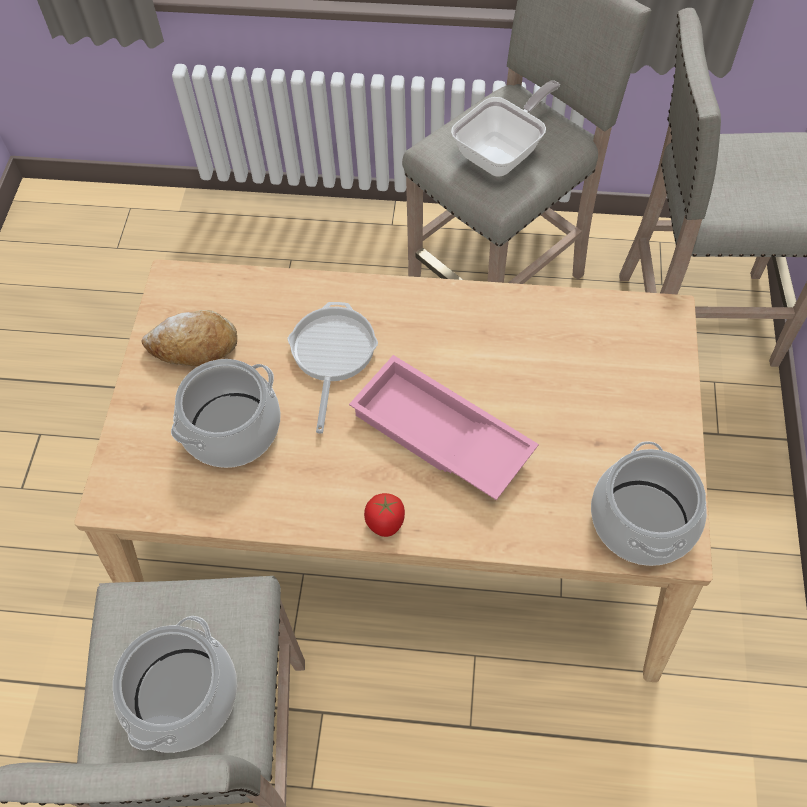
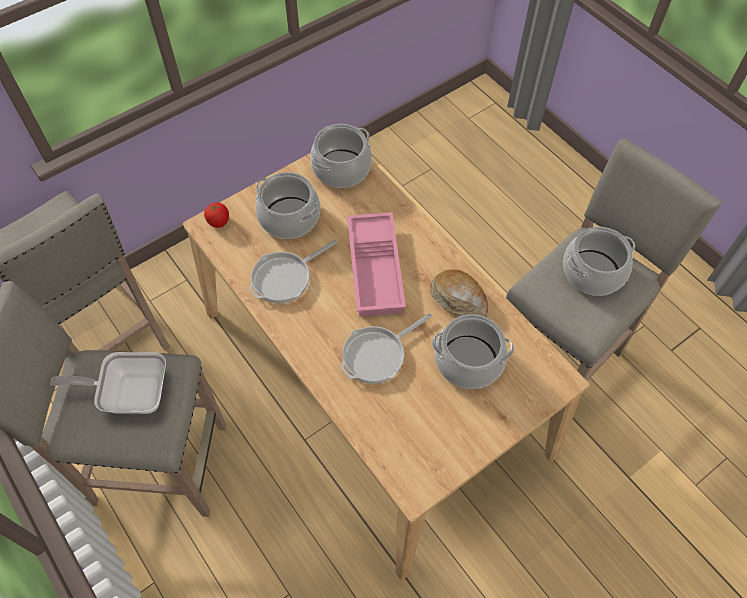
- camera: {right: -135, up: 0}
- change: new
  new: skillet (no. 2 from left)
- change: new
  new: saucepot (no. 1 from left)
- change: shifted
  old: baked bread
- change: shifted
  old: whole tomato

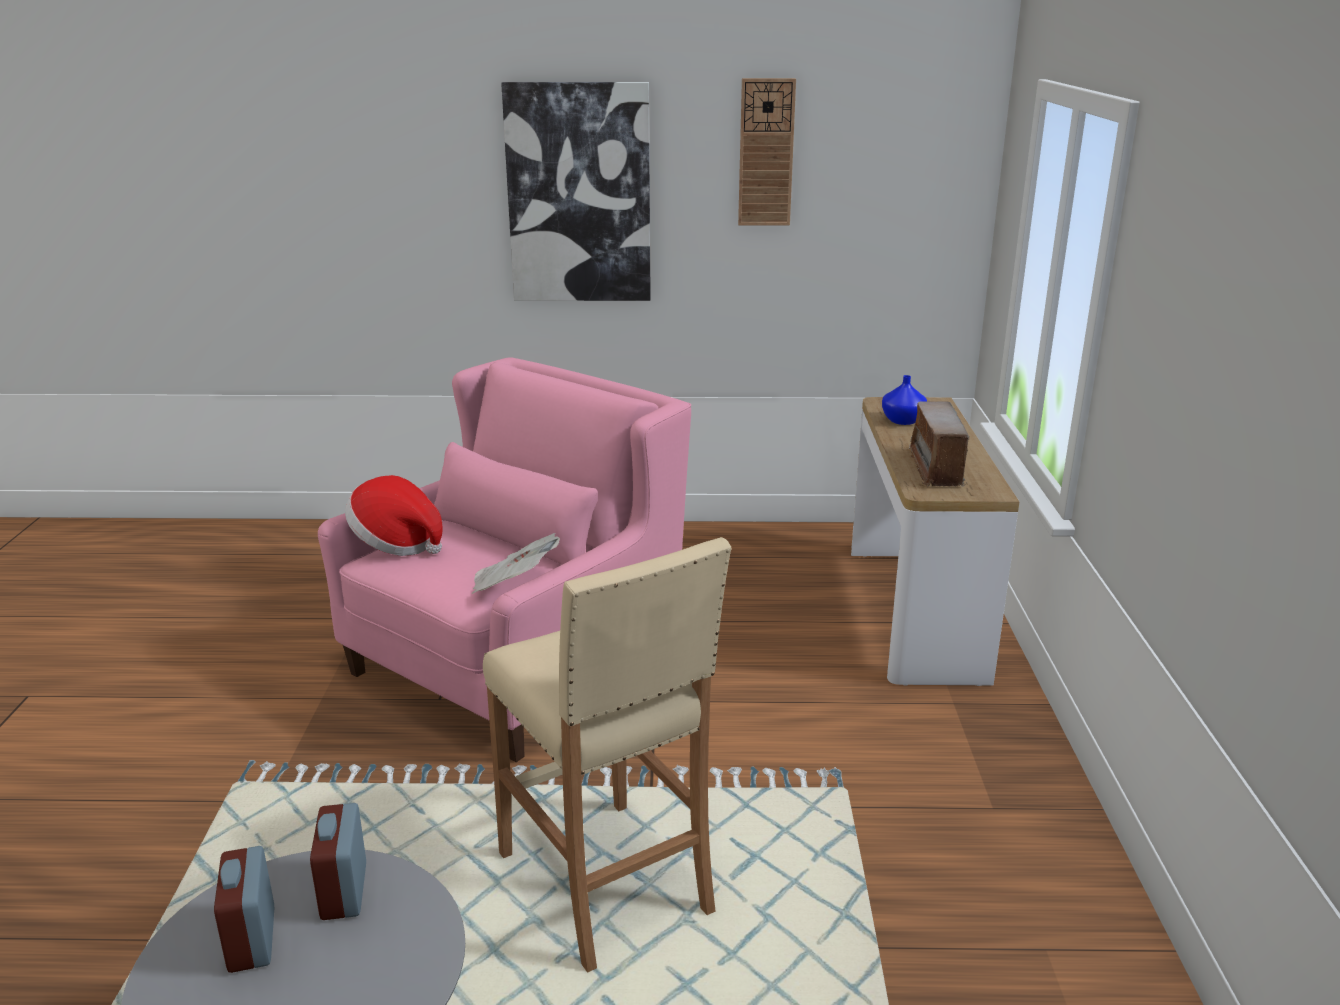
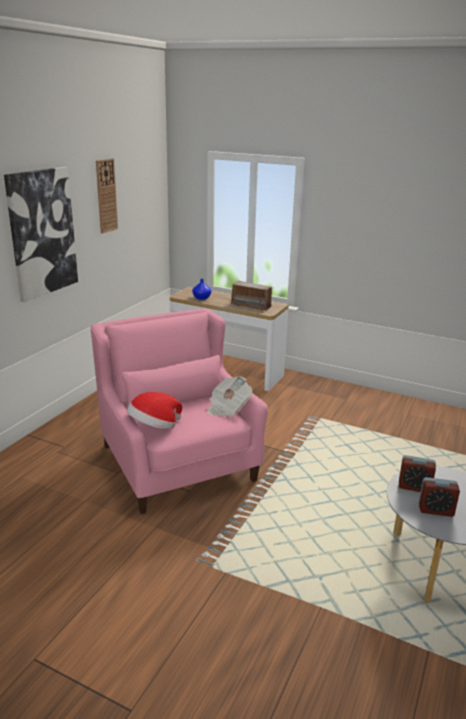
- camera: {right: -65, up: 0}
- change: gone
  old: beige stool

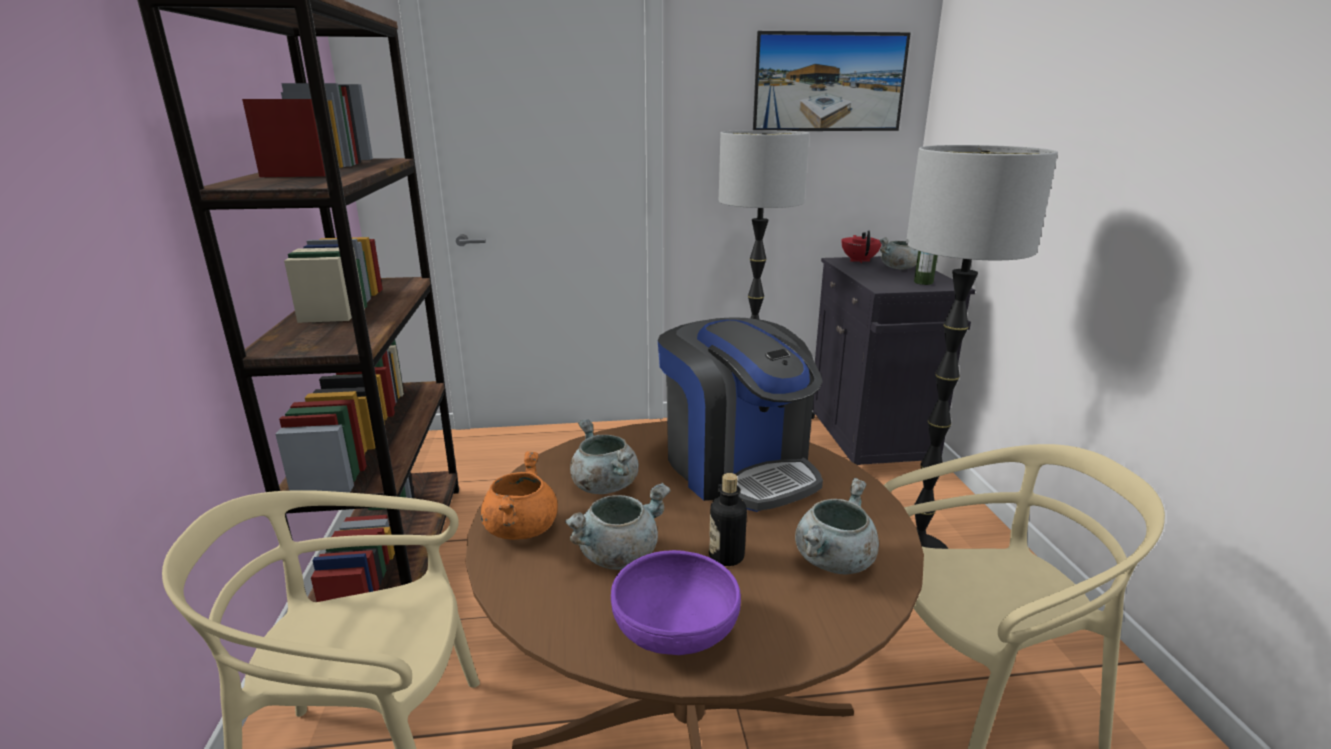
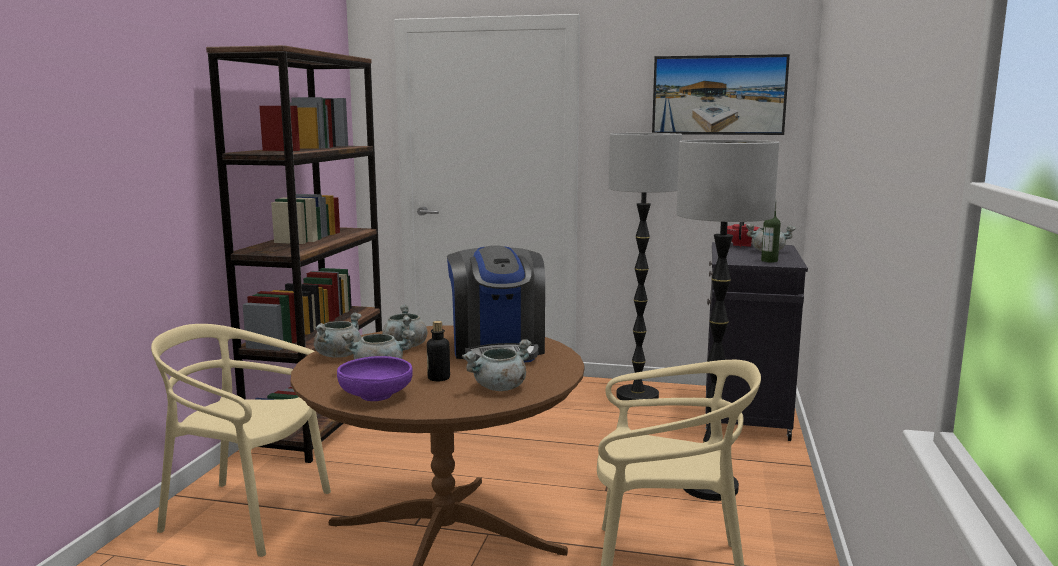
- camera: {right: 20, up: -10}
- change: repainted
  old: orangey saucepot
  new: grey saucepot (no. 1 from left)

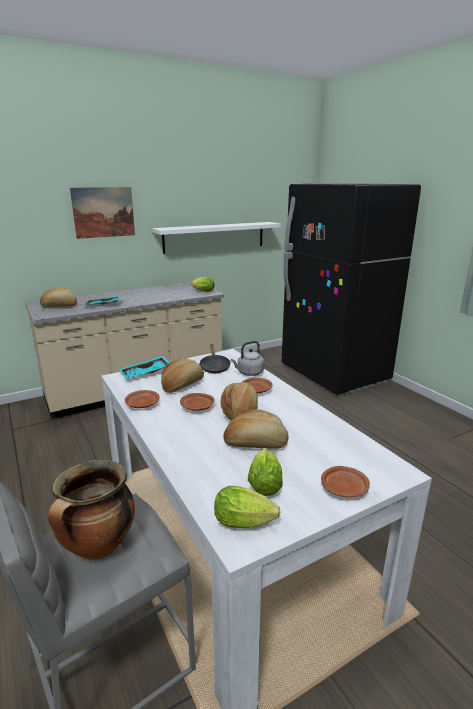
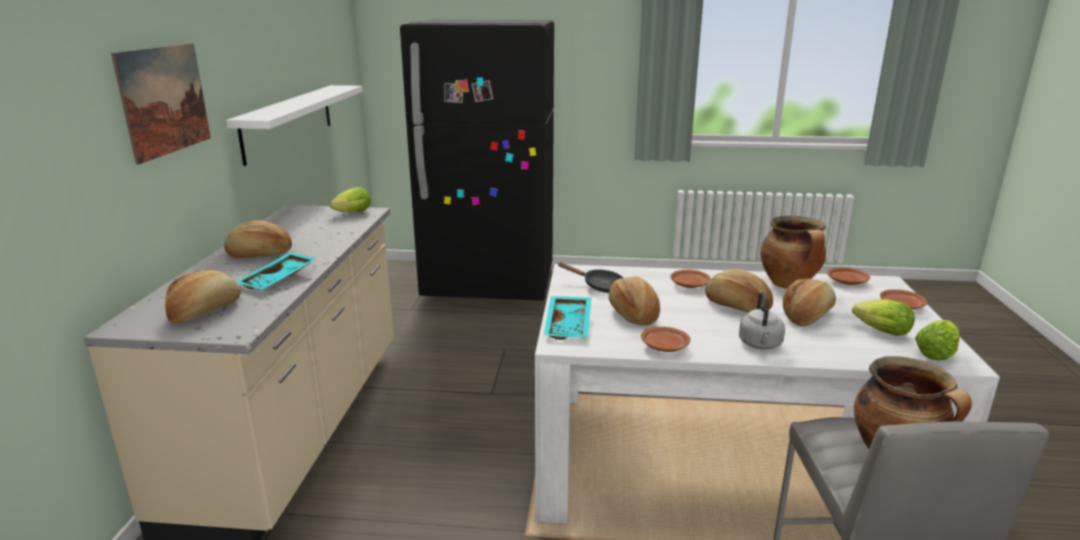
- camera: {right: -55, up: 0}
- change: new
  new: baked bread (no. 2 from left)
- change: new
  new: saucepot (no. 1 from left)
- change: shifted
  old: brownish dinner plate (no. 2 from left in the first image)
  new: brownish dinner plate (no. 3 from left)
- change: shifted
  old: grey water kettle

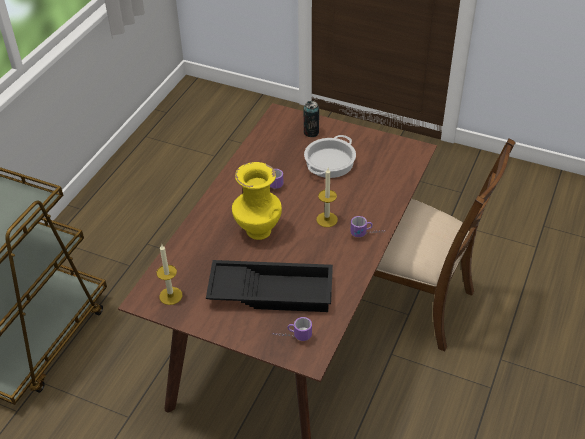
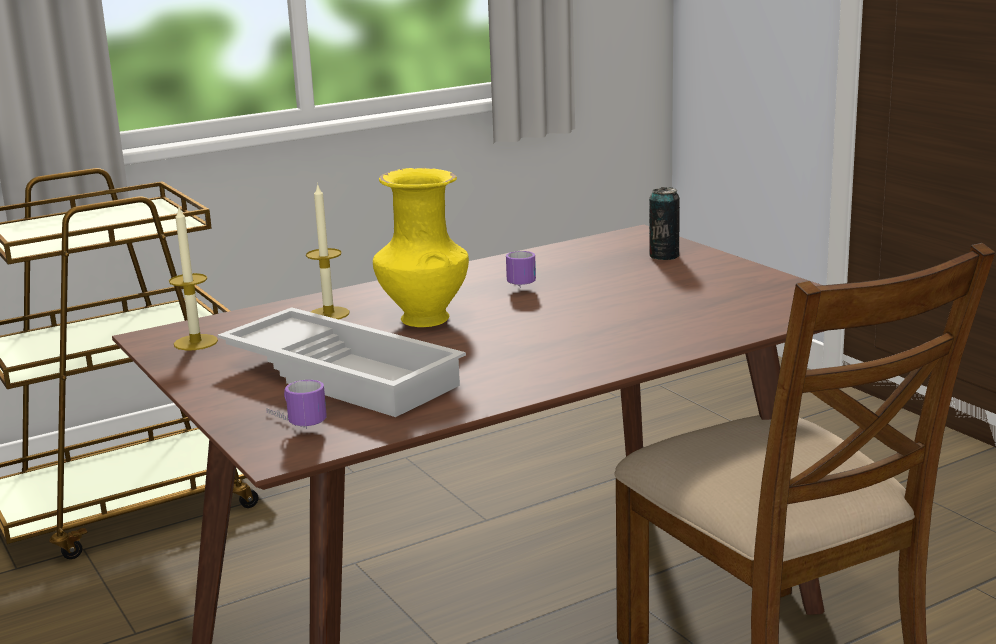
- camera: {right: 35, up: -25}
- change: gone
  old: saucepot
- change: gone
  old: mug (no. 3 from left)
- change: shifted
  old: wax light (no. 2 from left)
- change: repainted
  old: black carrying tray
  new: white carrying tray

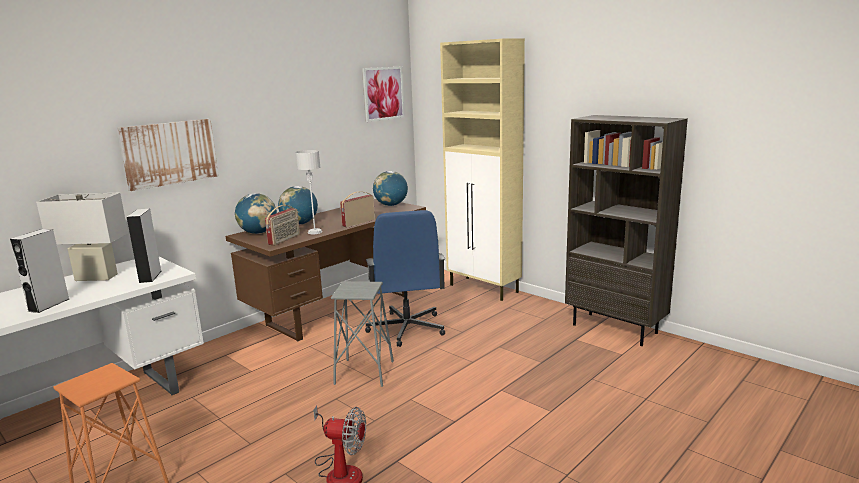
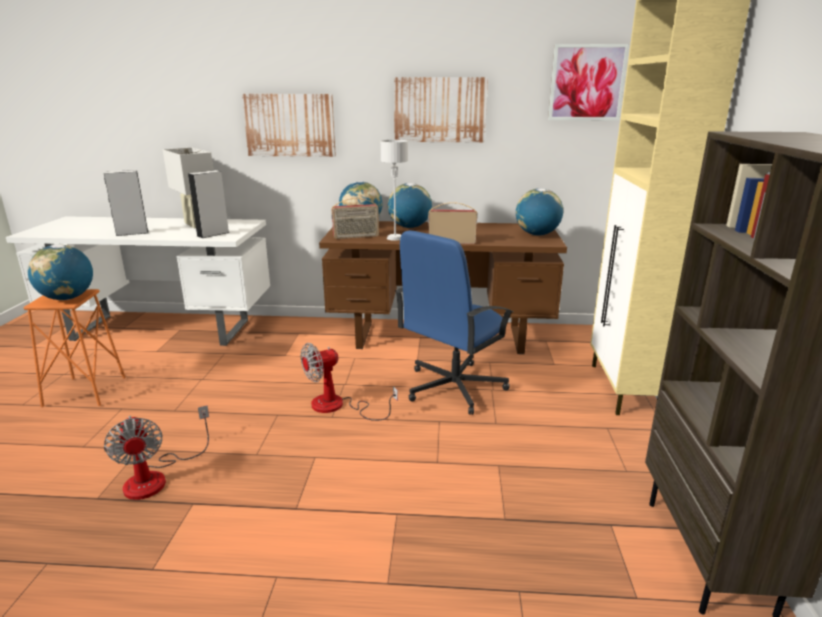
- camera: {right: 50, up: 5}
- change: new
  new: globe (no. 1 from left)
- change: new
  new: wall art (no. 2 from left)
- change: swapped
  old: grey stool
  new: cooling fan (no. 2 from left)

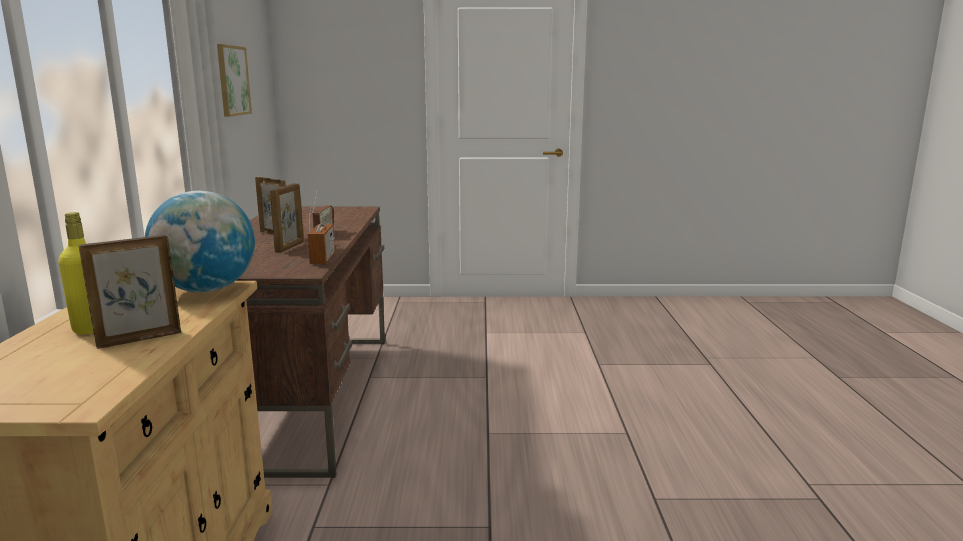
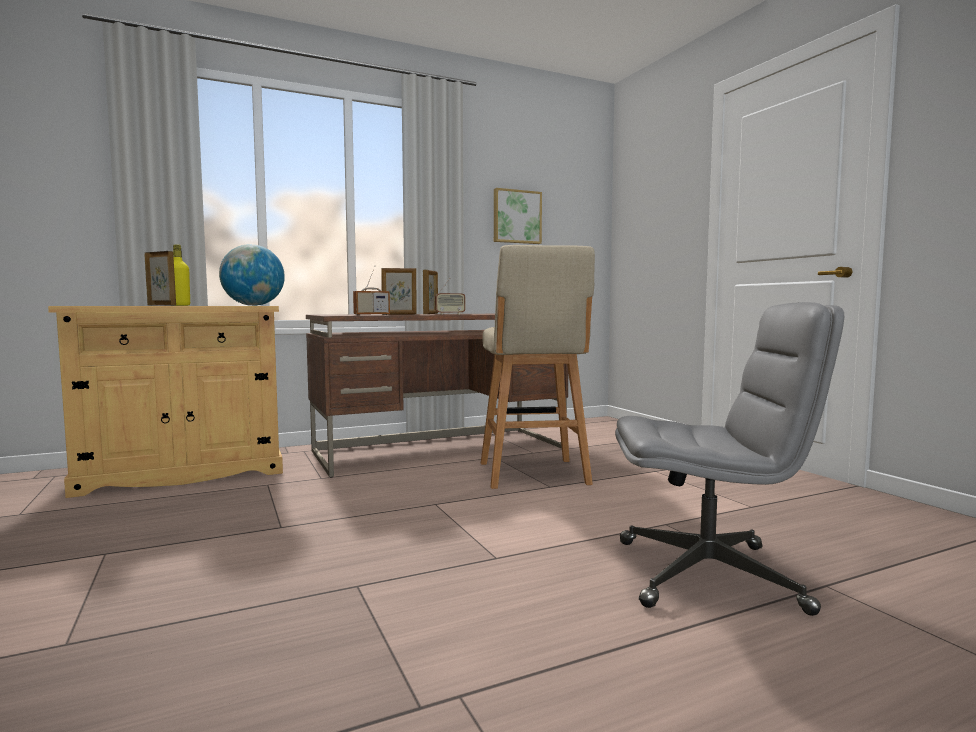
- camera: {right: 65, up: -10}
- change: new
  new: beige stool
- change: new
  new: grey computer chair

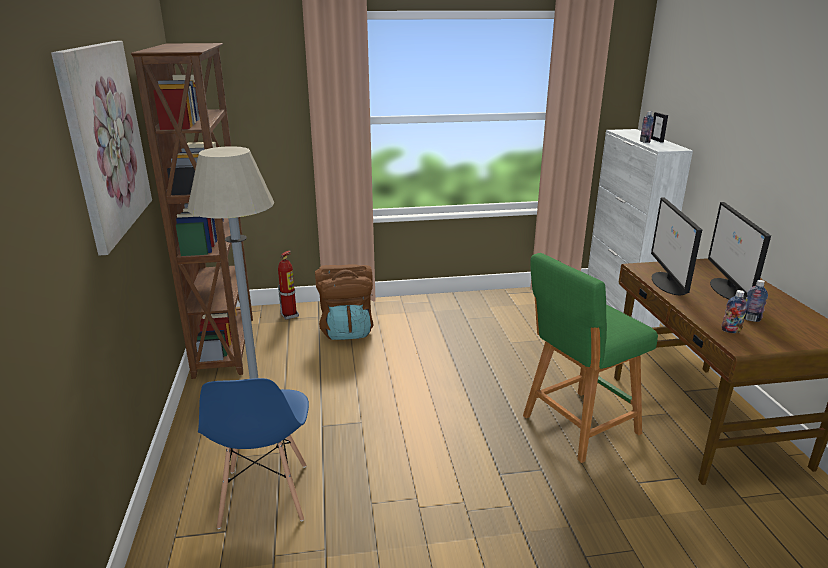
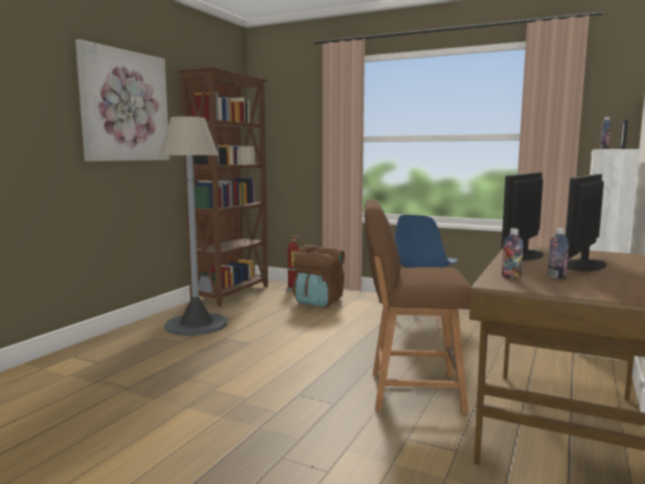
- camera: {right: 35, up: -15}
- change: shifted
  old: blue-coloured plain chair
- change: repainted
  old: green-coloured stool
  new: brownish stool

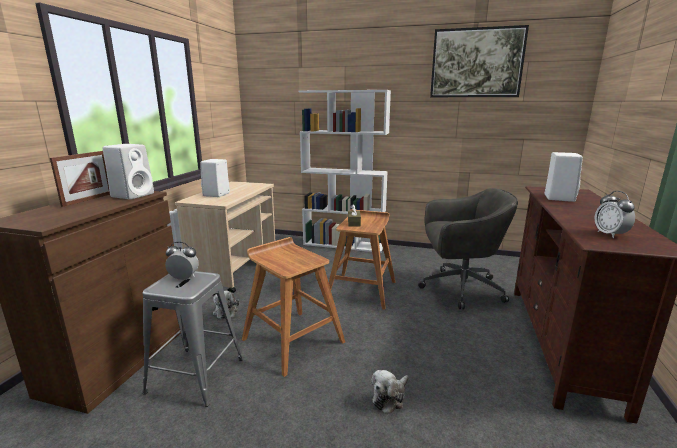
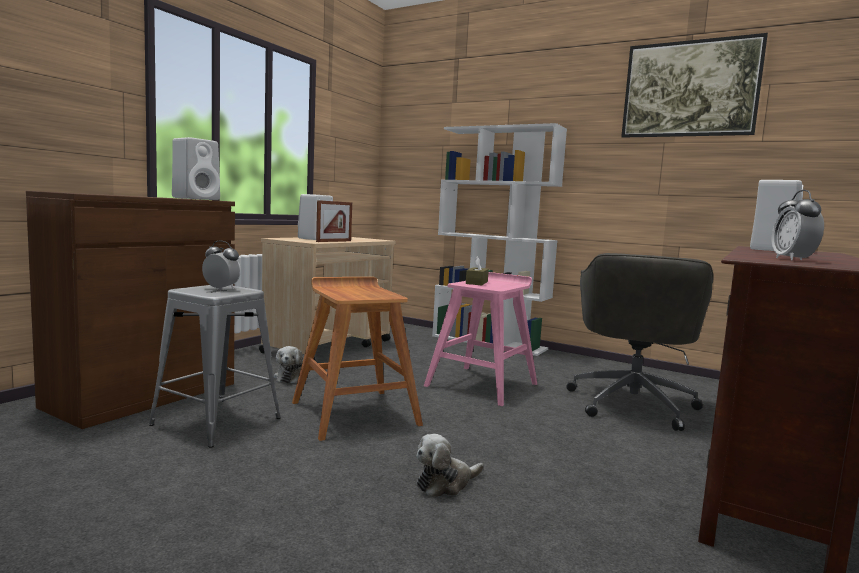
- camera: {right: 15, up: -10}
- change: shifted
  old: photo frame
- change: repainted
  old: brownish stool (no. 2 from left)
  new: pink stool
- change: rotated
  old: grey computer chair
  degrees: 90

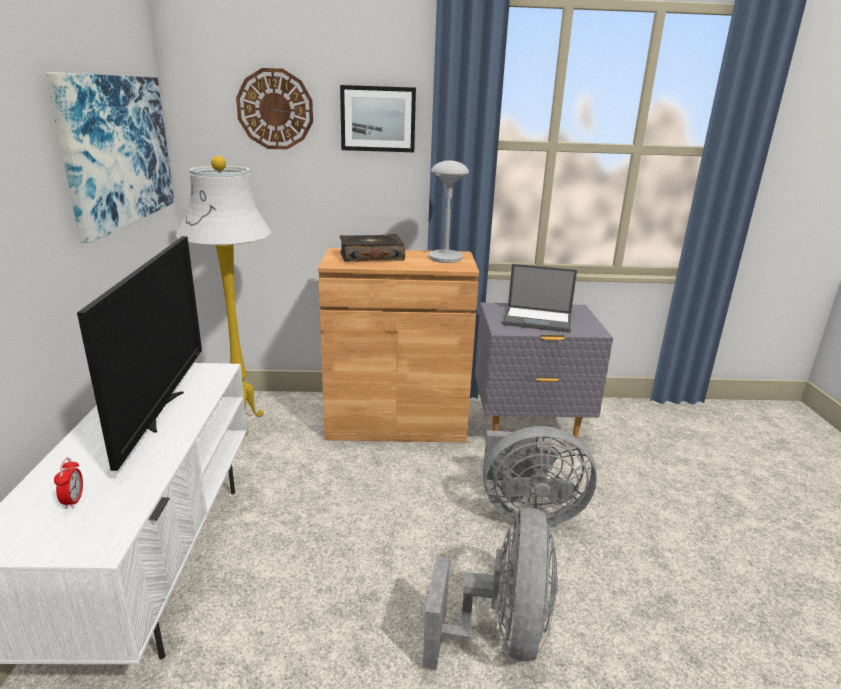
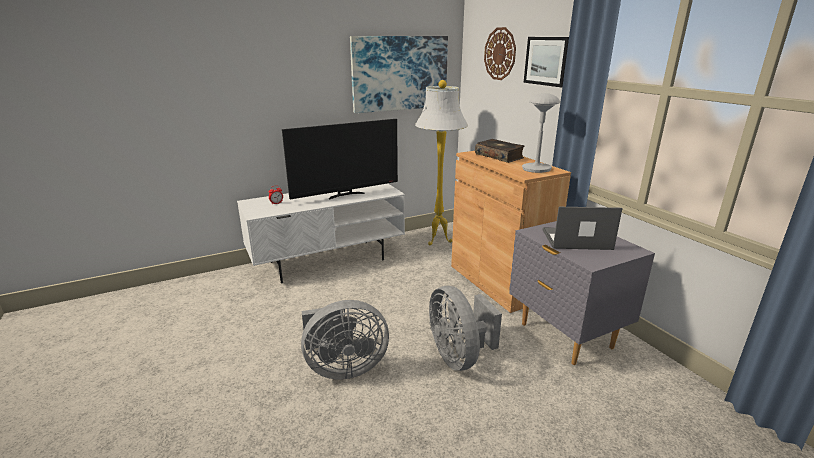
- camera: {right: 65, up: 0}
- change: rotated
  old: notebook computer
  degrees: 105

